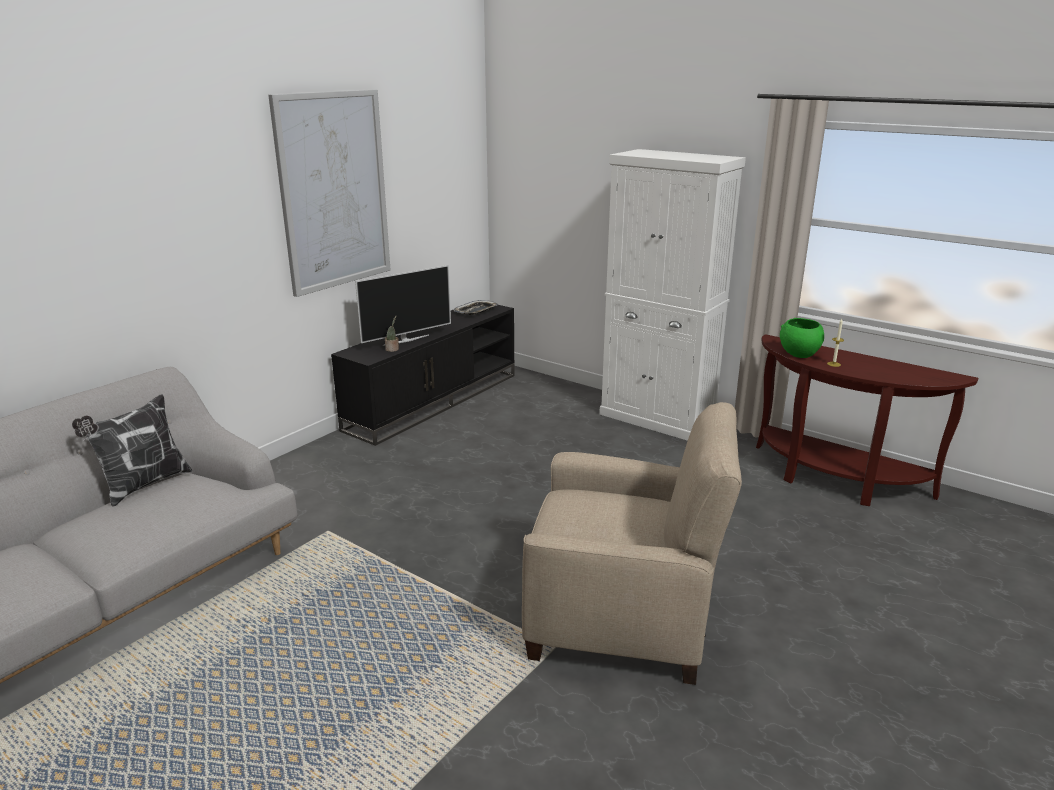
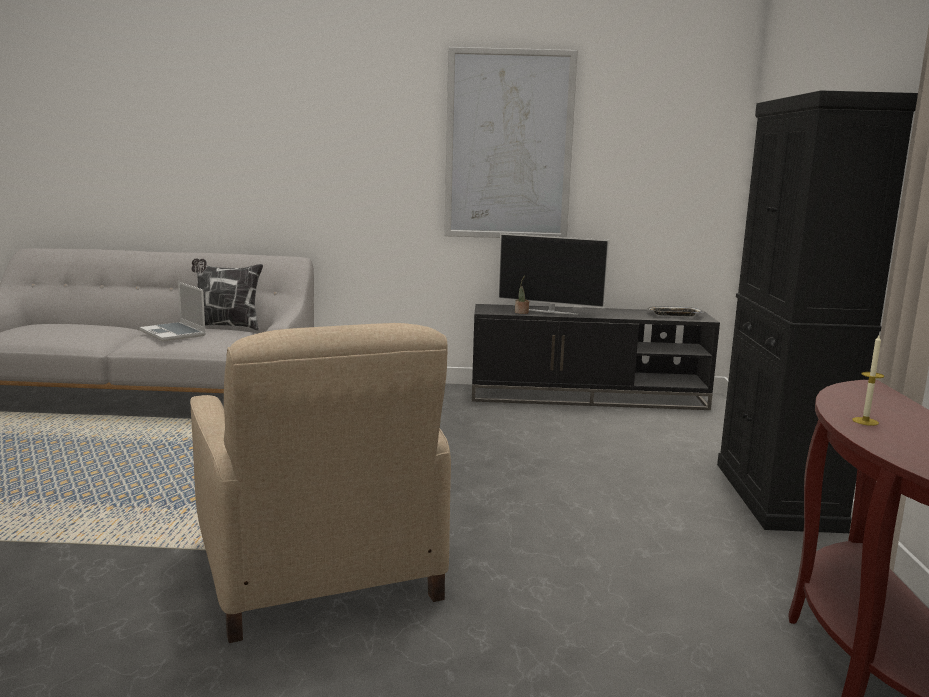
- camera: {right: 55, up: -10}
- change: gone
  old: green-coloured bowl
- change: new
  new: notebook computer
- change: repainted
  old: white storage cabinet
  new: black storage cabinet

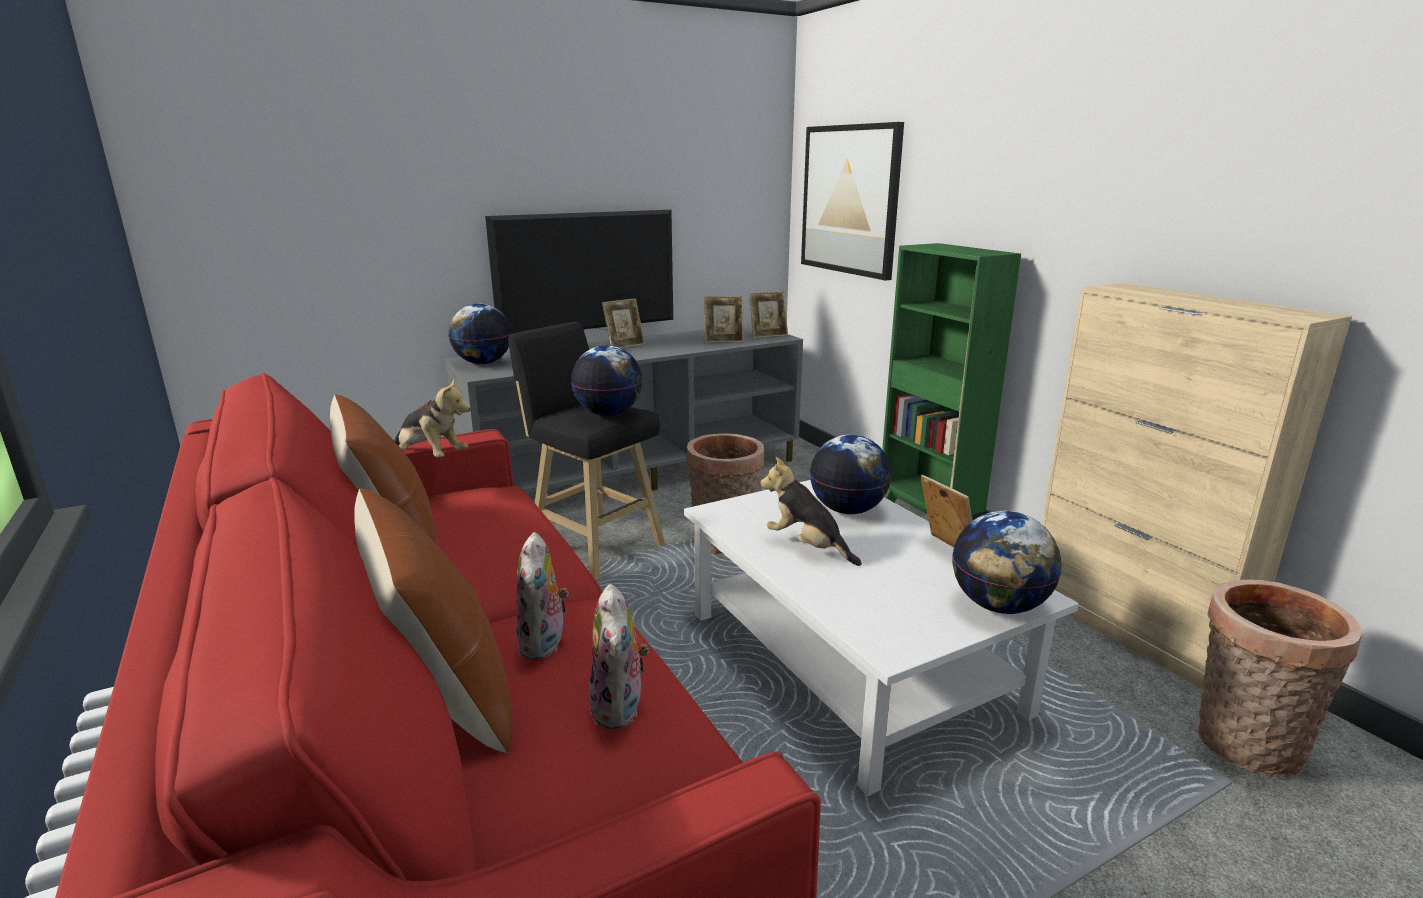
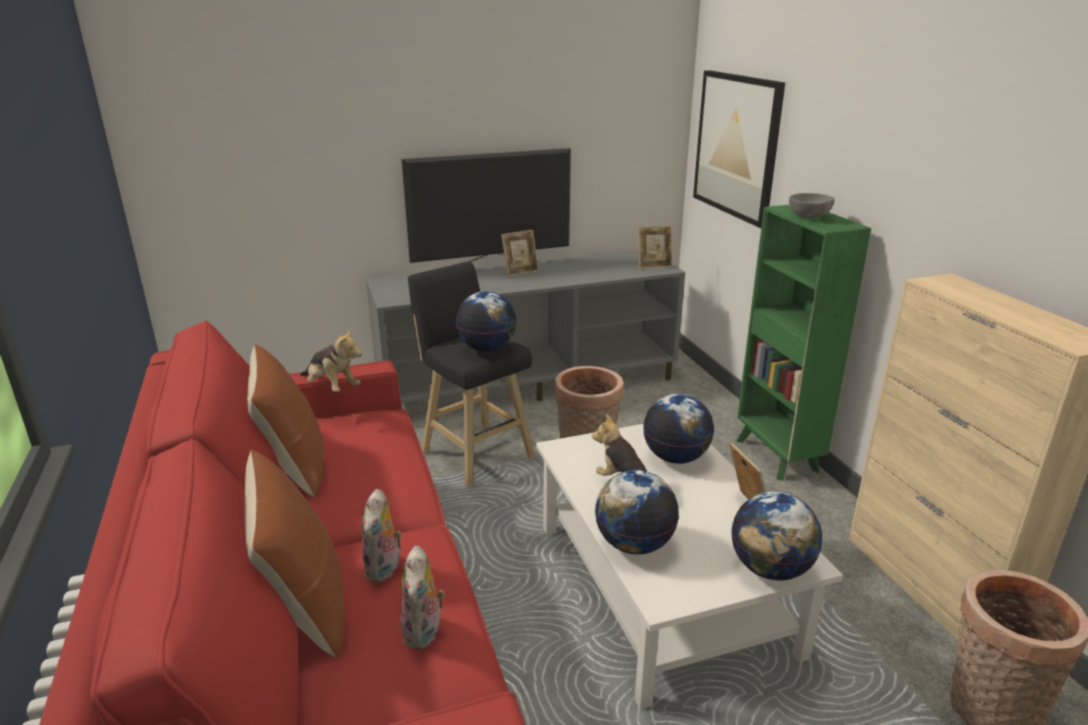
- camera: {right: 10, up: 5}
- change: gone
  old: photo frame (no. 2 from left)
- change: new
  new: grey bowl
- change: shifted
  old: globe (no. 1 from left in the first image)
  new: globe (no. 2 from left)

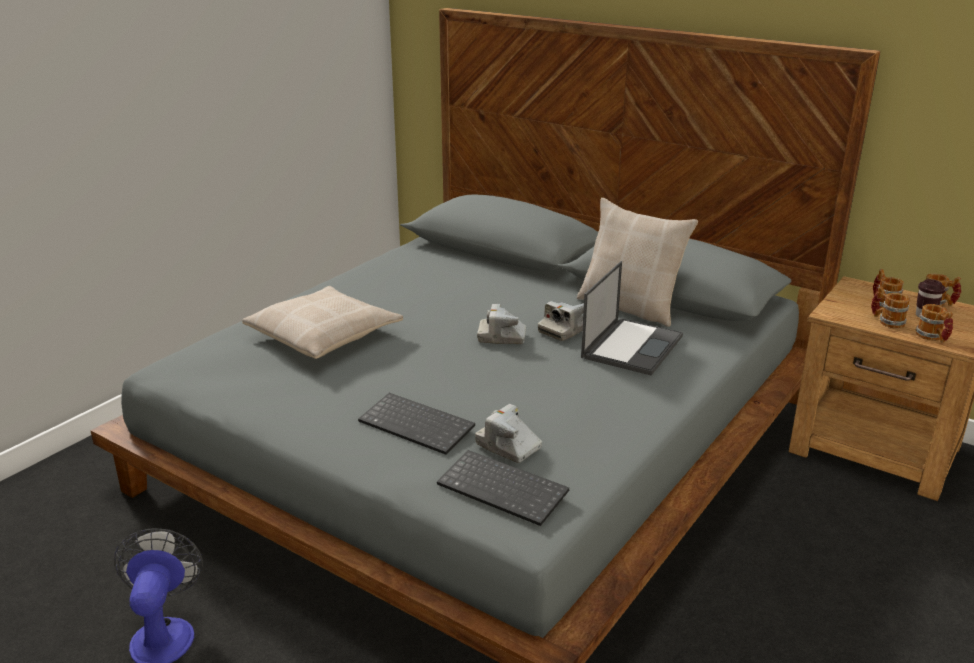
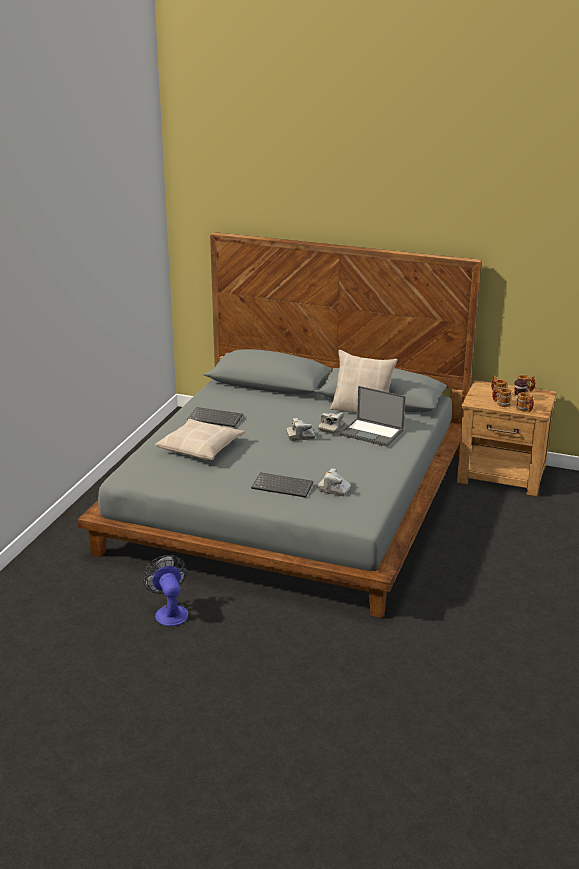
- camera: {right: -15, up: 0}
- change: shifted
  old: keyboard (no. 2 from left in the first image)
  new: keyboard (no. 1 from left)
- change: rotated
  old: notebook computer
  degrees: 105

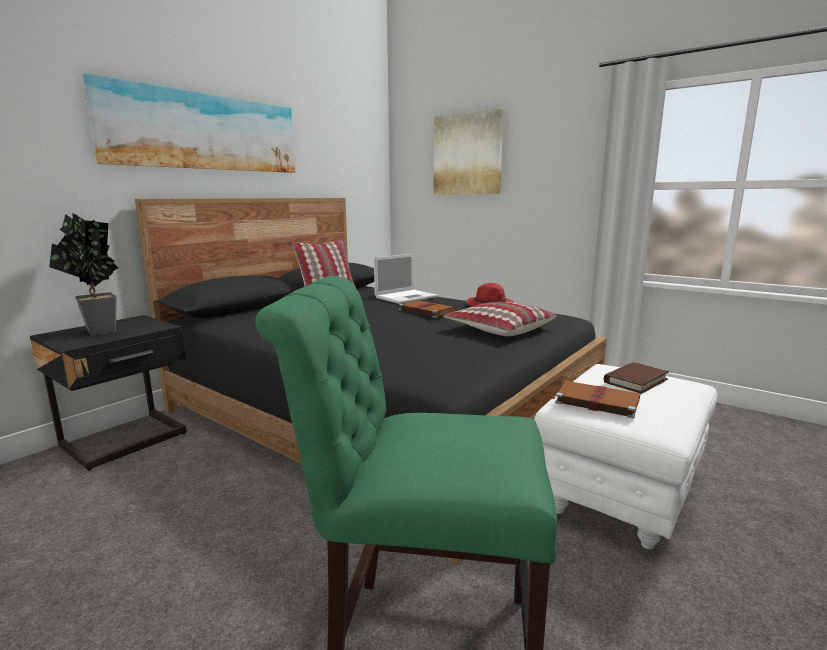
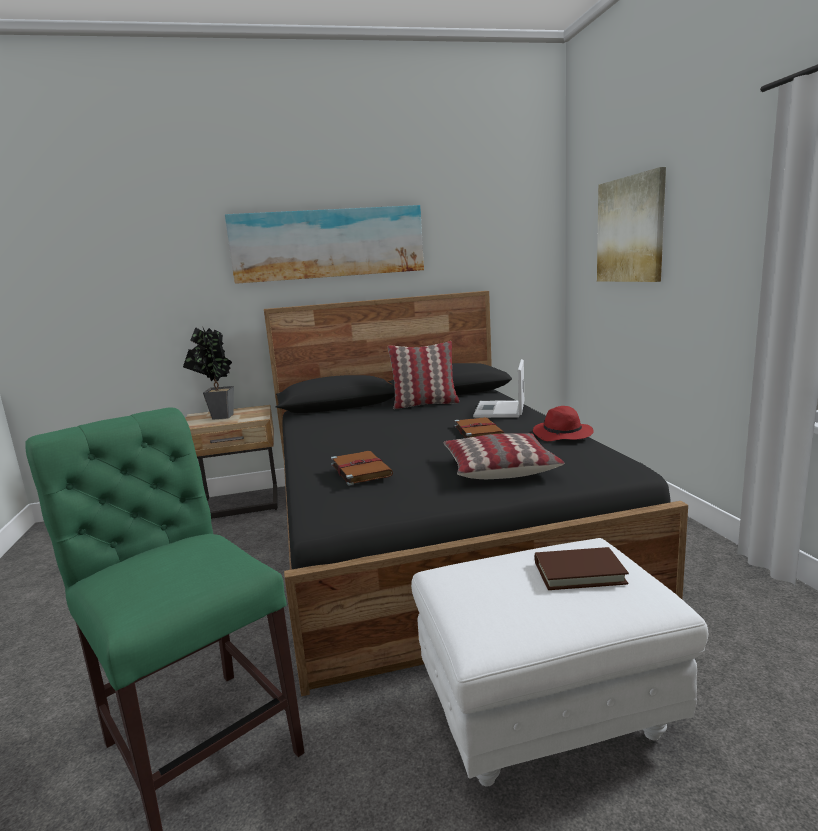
- camera: {right: 40, up: 0}
- change: shifted
  old: brownish volume (no. 2 from left in the first image)
  new: brownish volume (no. 1 from left)
- change: repainted
  old: black nightstand
  new: beige nightstand
- change: rotated
  old: notebook computer
  degrees: 105

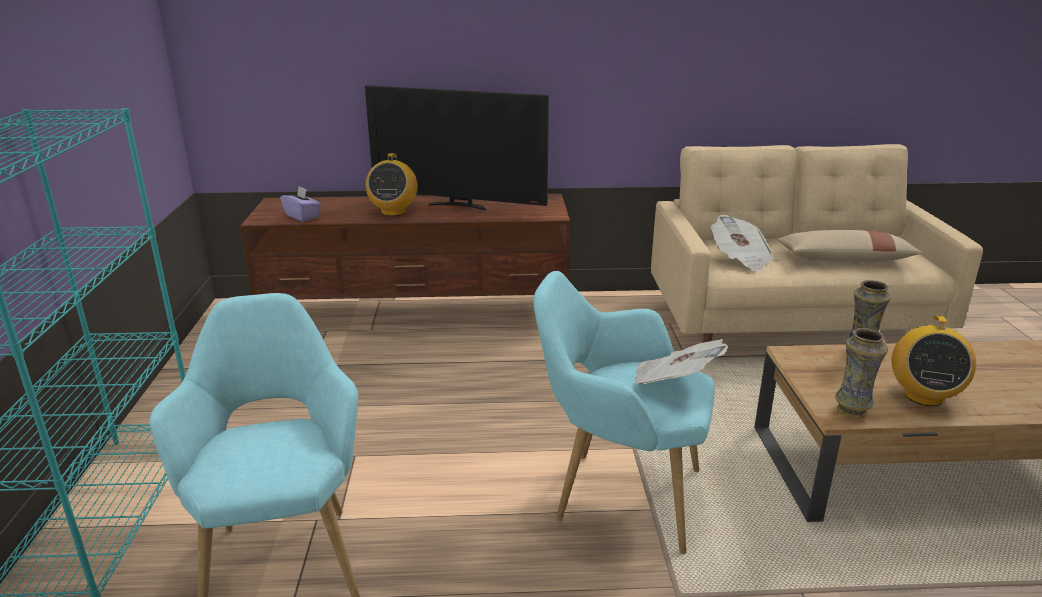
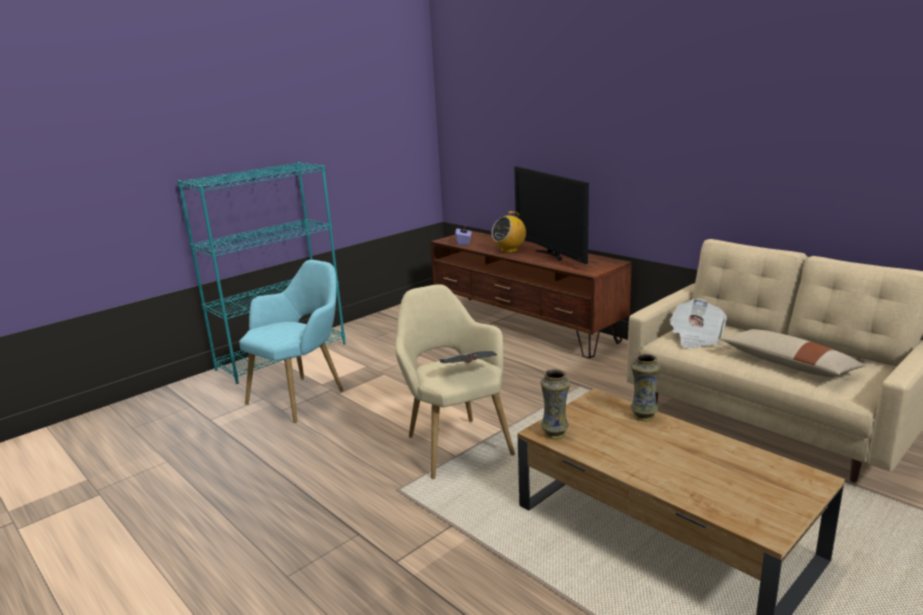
- camera: {right: 50, up: -5}
- change: gone
  old: radio receiver (no. 2 from left)
- change: repainted
  old: turquoise lounge chair (no. 2 from left)
  new: beige lounge chair

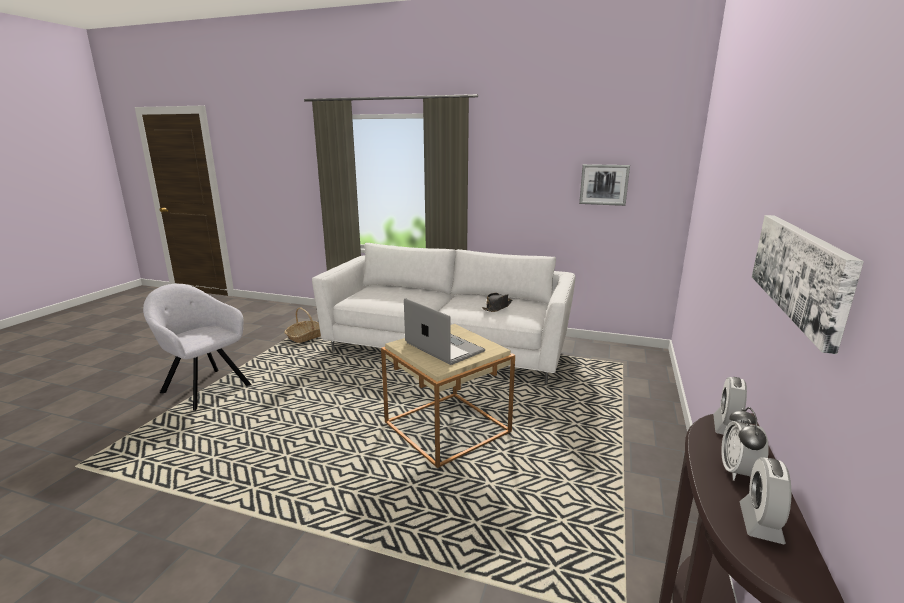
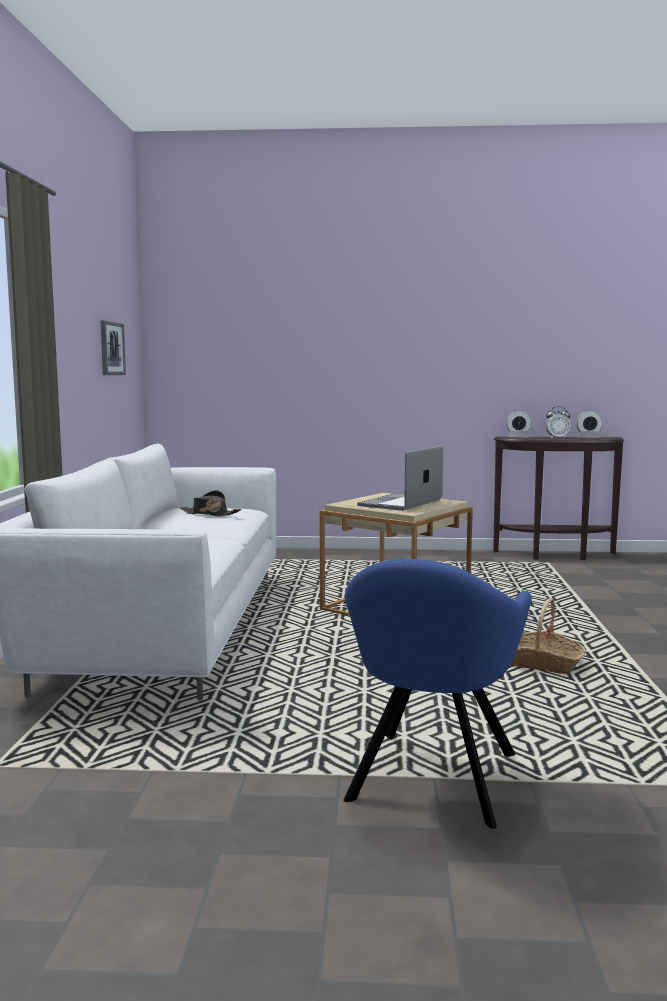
- camera: {right: -105, up: -10}
- change: gone
  old: wall art (no. 2 from left)
- change: shifted
  old: storage basket
- change: repainted
  old: grey lounge chair
  new: blue-coloured lounge chair

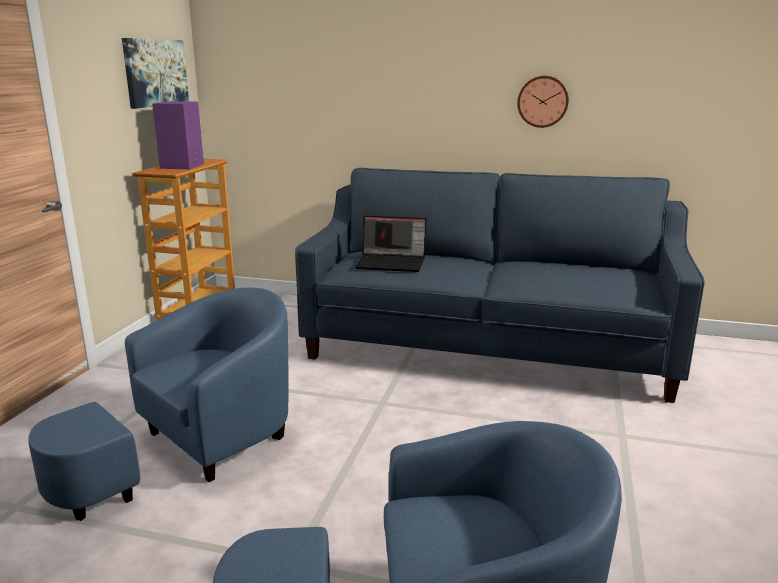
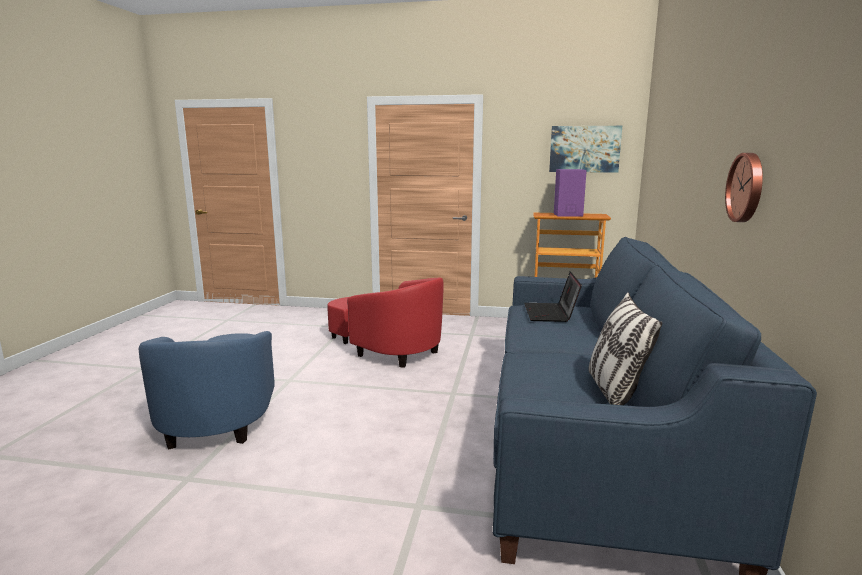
- camera: {right: 85, up: -5}
- change: new
  new: cushion
- change: repainted
  old: blue-coloured lounge chair (no. 1 from left)
  new: red lounge chair

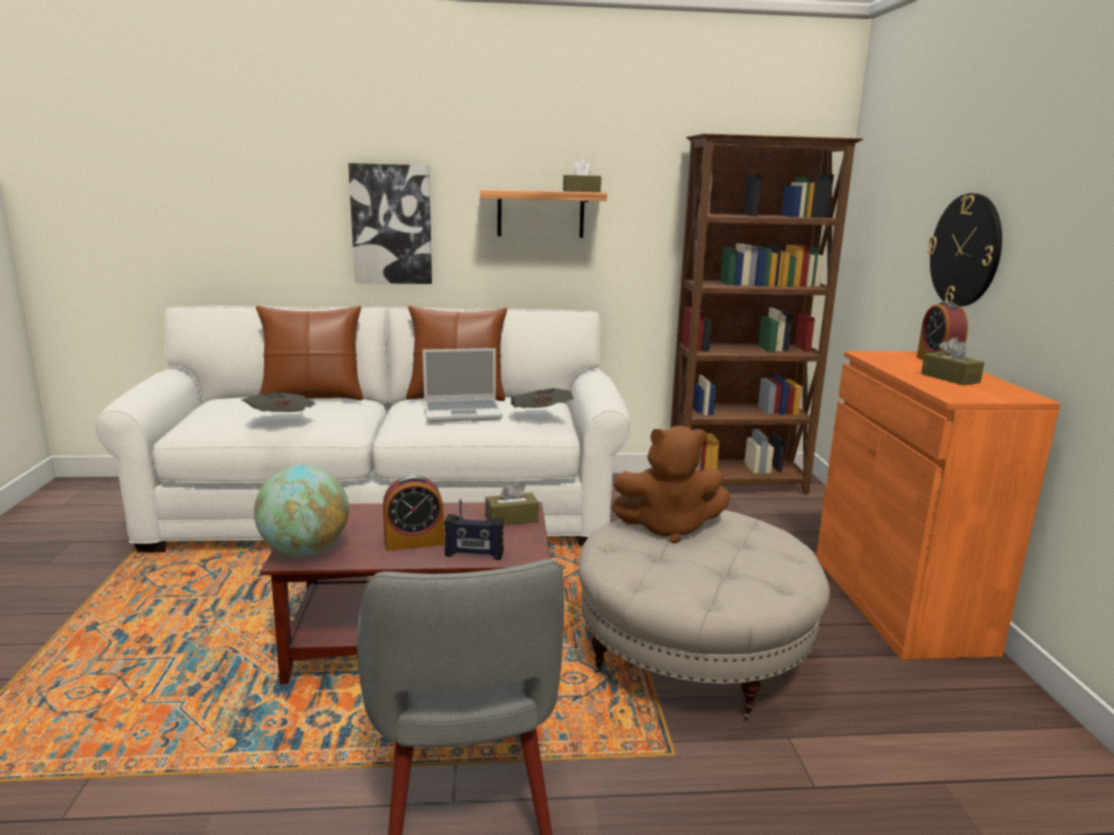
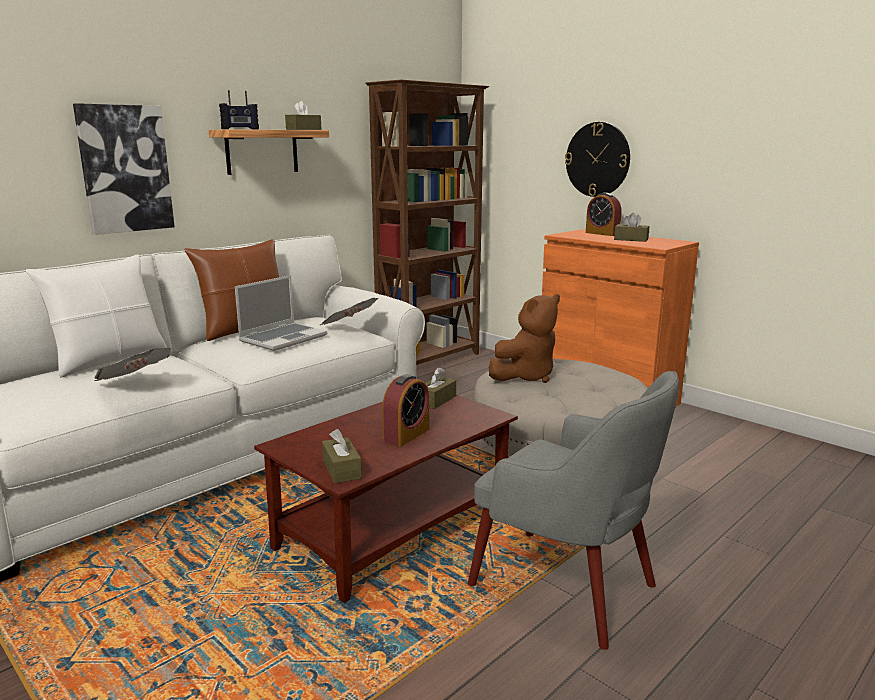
- camera: {right: -40, up: 0}
- change: shifted
  old: radio receiver
- change: swapped
  old: globe
  new: brownish tissue box (no. 2 from left)
- change: repainted
  old: brownish cushion (no. 1 from left)
  new: white cushion

